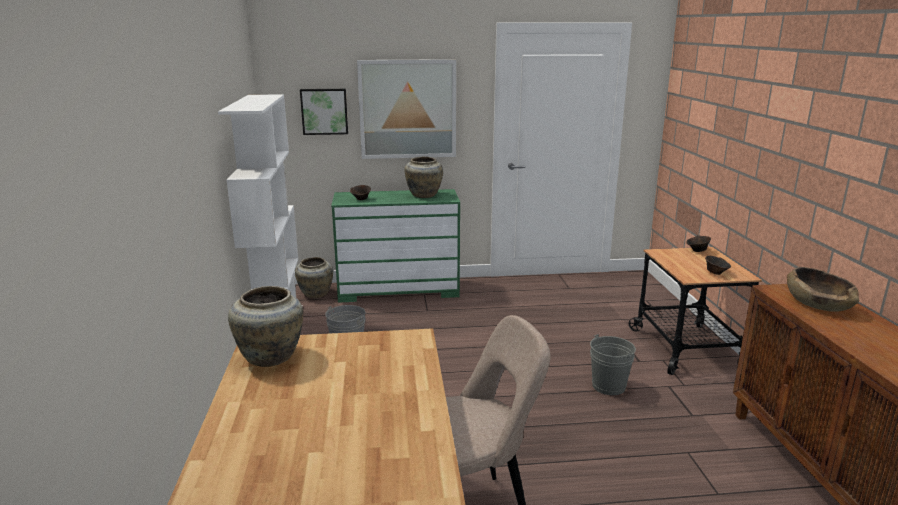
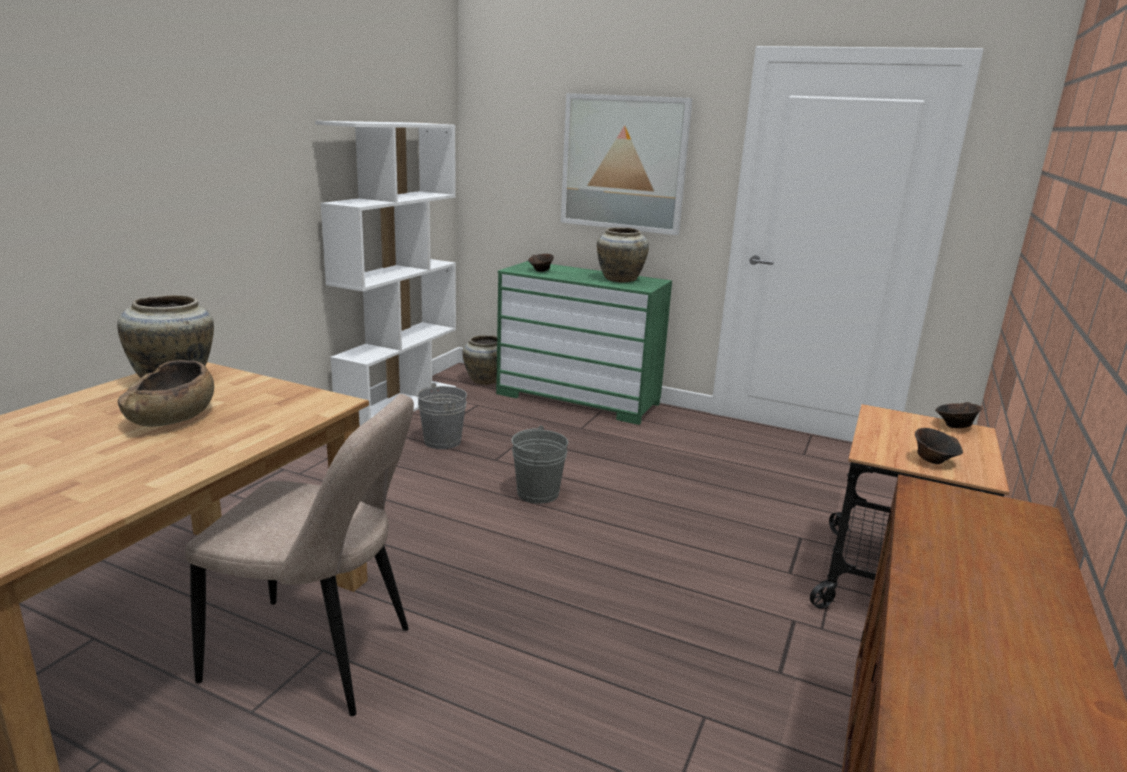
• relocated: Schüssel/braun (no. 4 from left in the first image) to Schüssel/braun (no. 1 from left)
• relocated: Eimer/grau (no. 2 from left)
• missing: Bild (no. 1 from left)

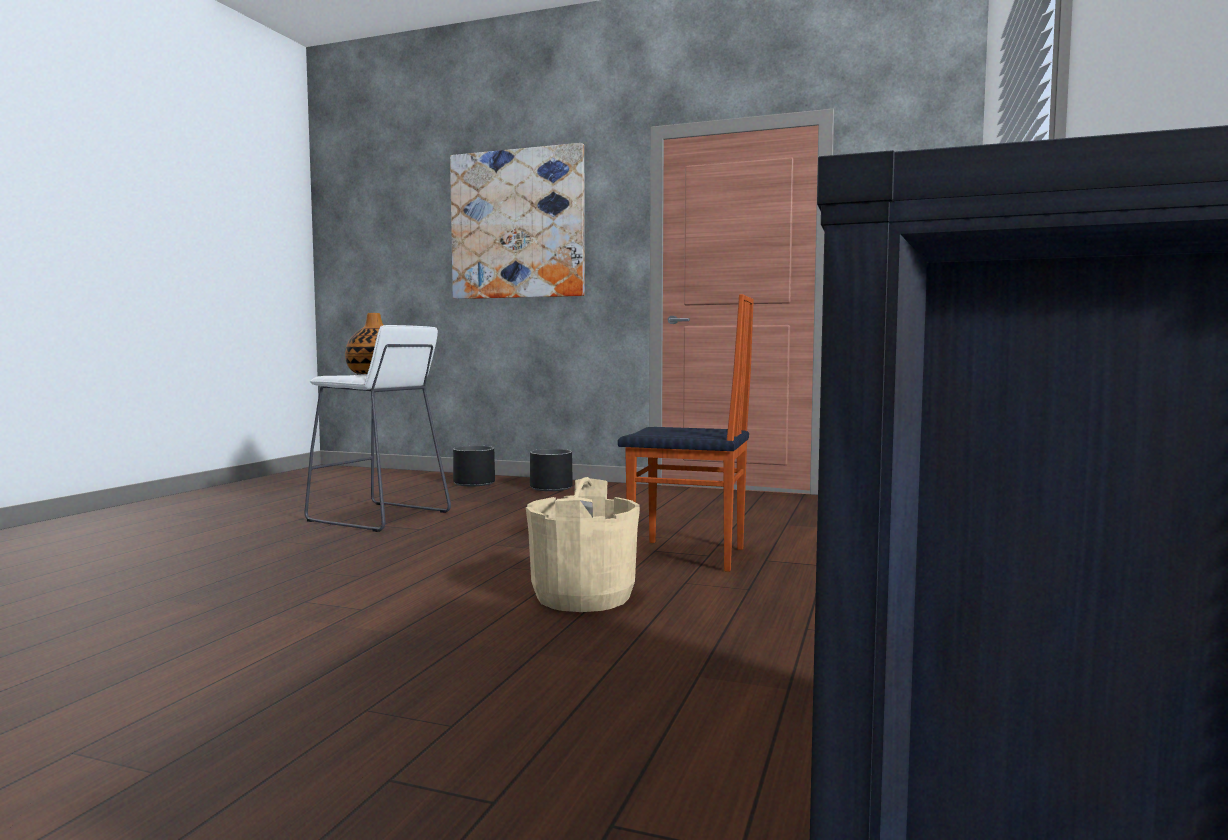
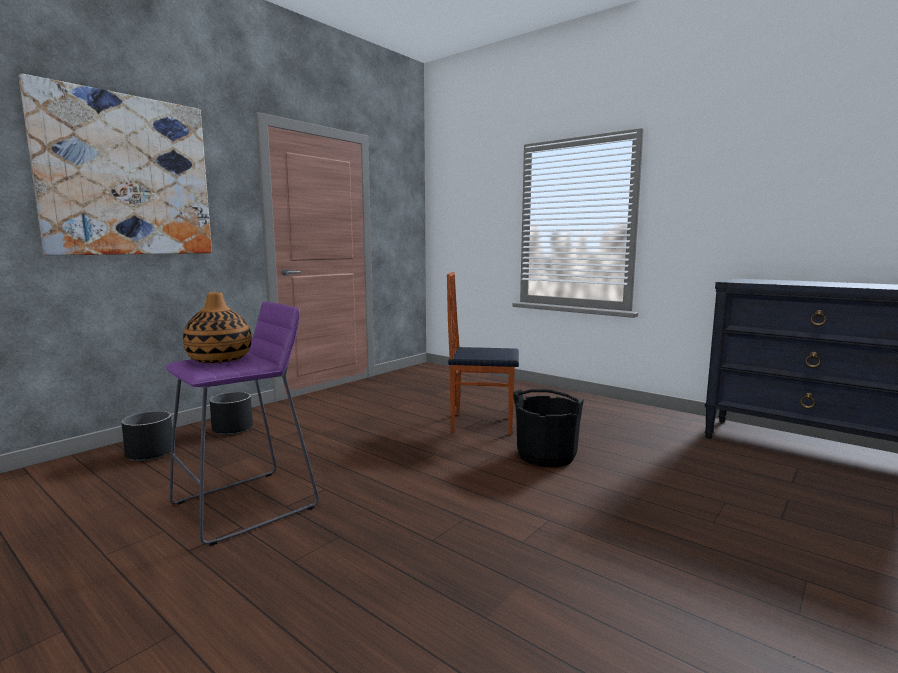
• colour: Hocker/weiß to Hocker/lila
• spun: Stuhl 120 degrees counterclockwise
• colour: Eimer/beige to Eimer/schwarz

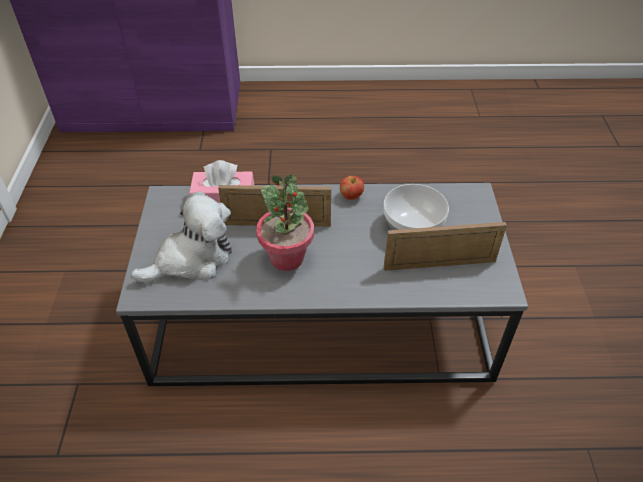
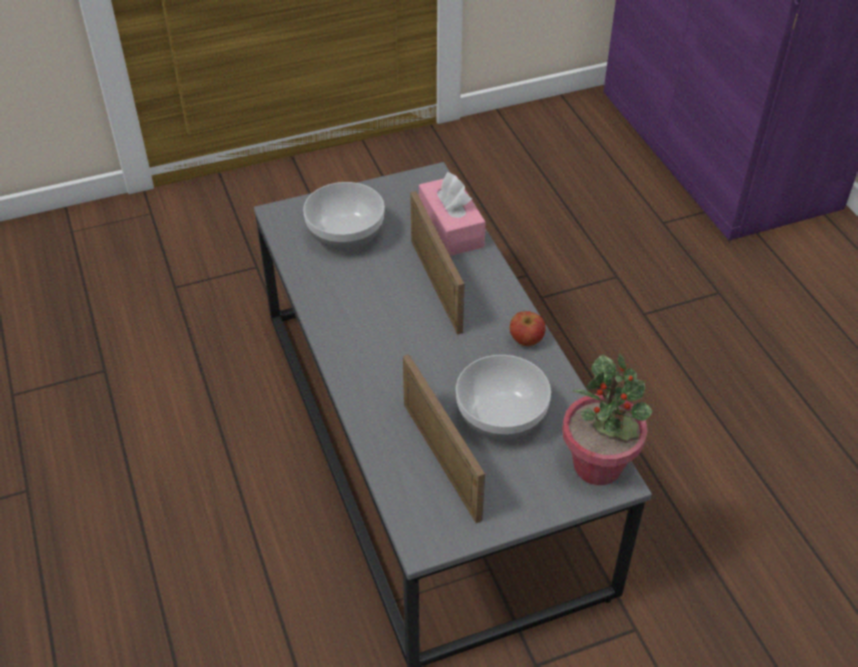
• exchanged: Plüschtier to Schüssel (no. 1 from left)
• relocated: Topfpflanze

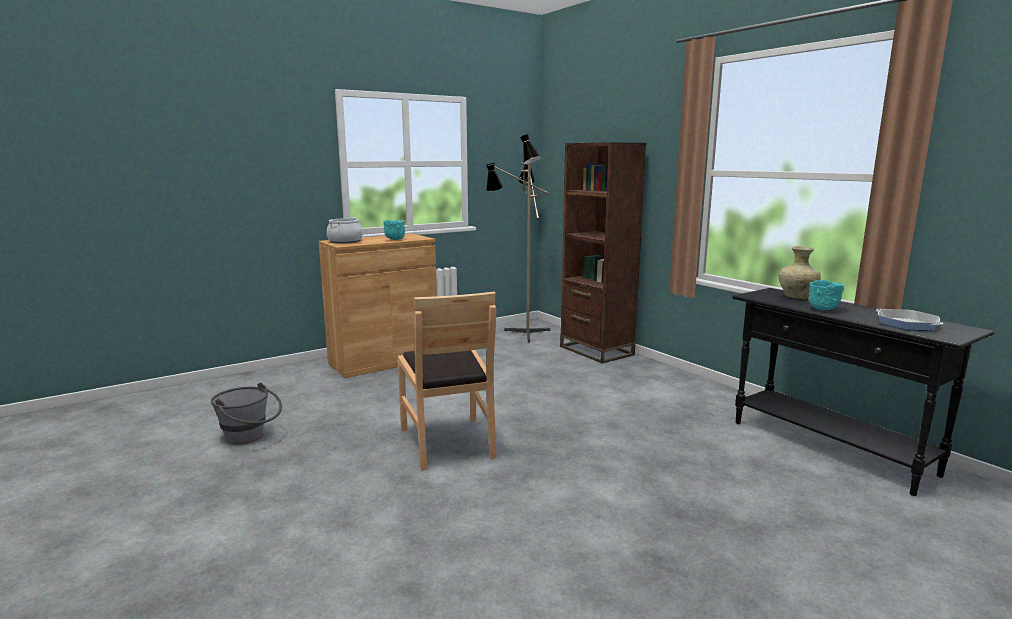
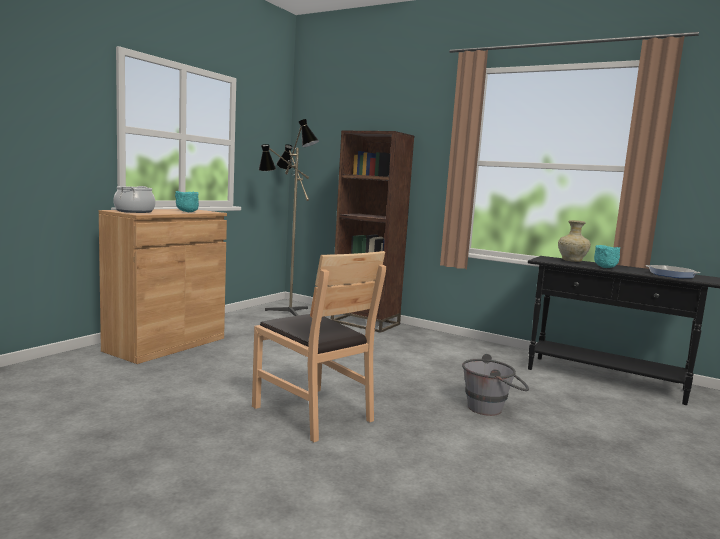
• relocated: Eimer/grau

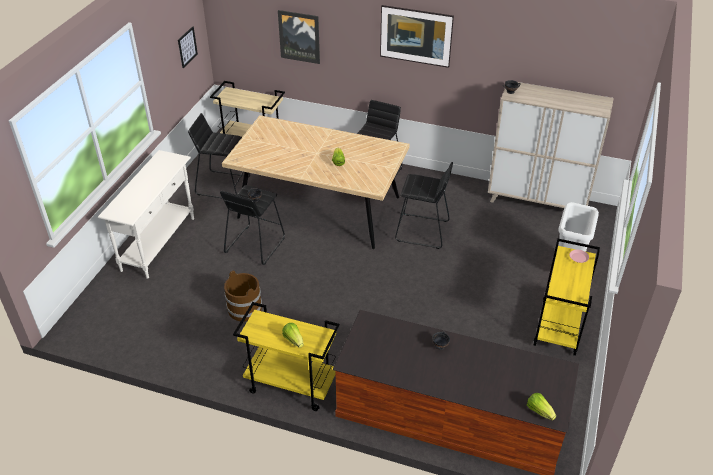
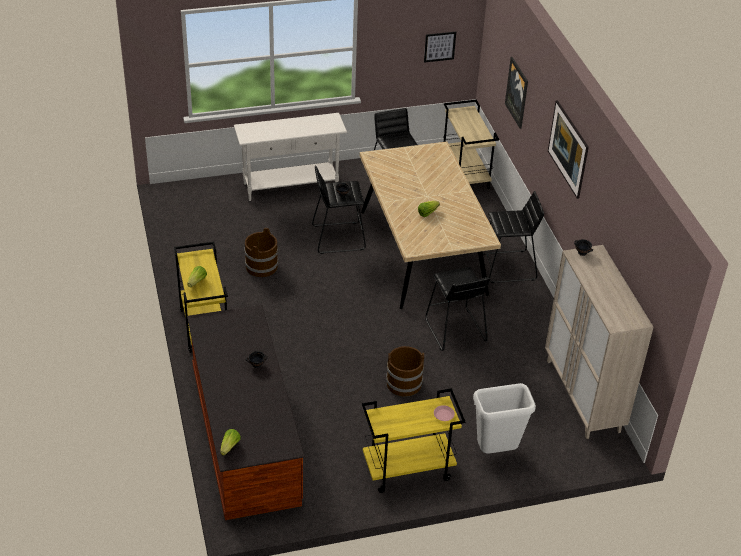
• appeared: Eimer/braun (no. 2 from left)

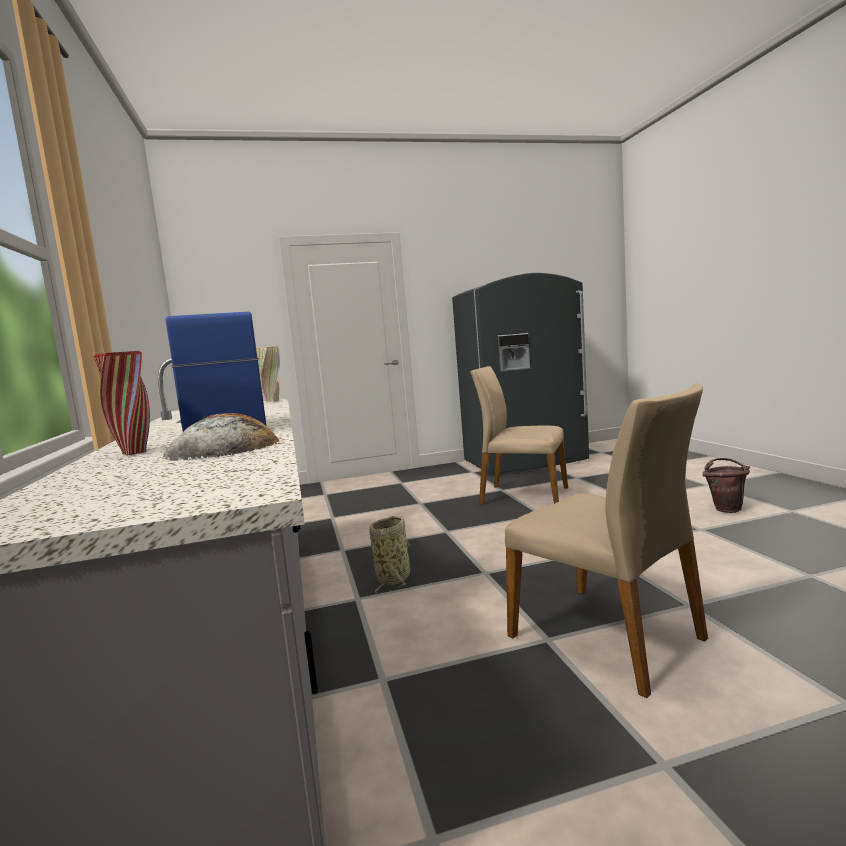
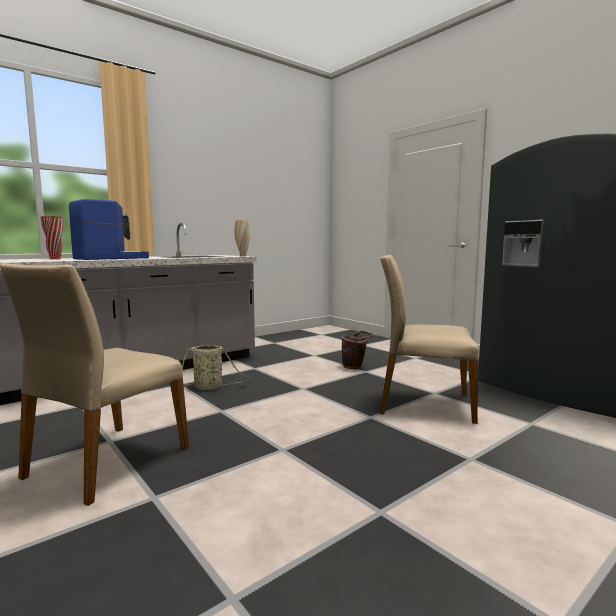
• relocated: Eimer/braun
• spun: Stuhl/beige (no. 1 from left in the first image) 75 degrees counterclockwise
• missing: Brot

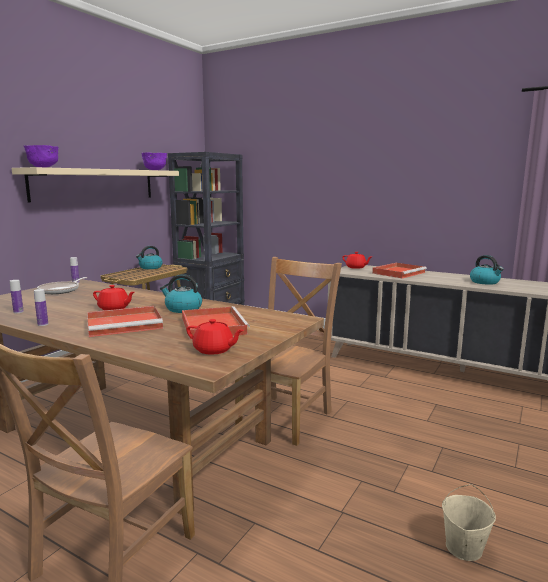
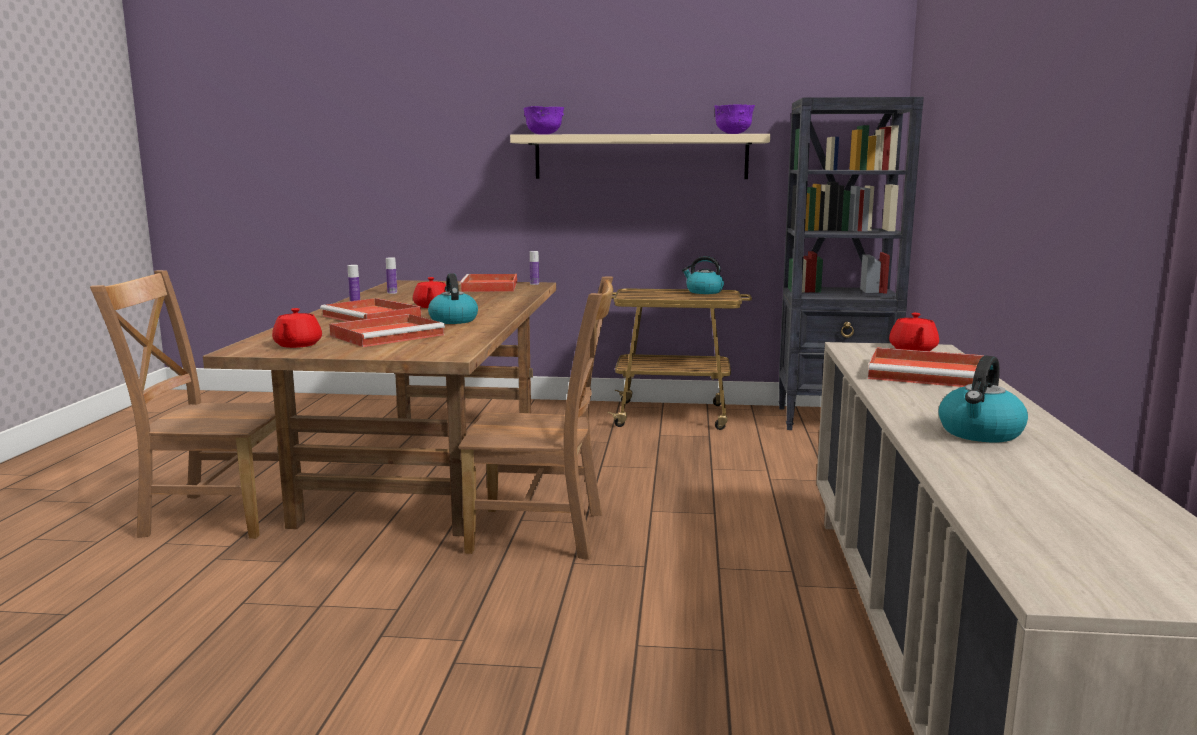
• exchanged: Pfanne to Tablett/rot (no. 3 from left)
• missing: Eimer/beige

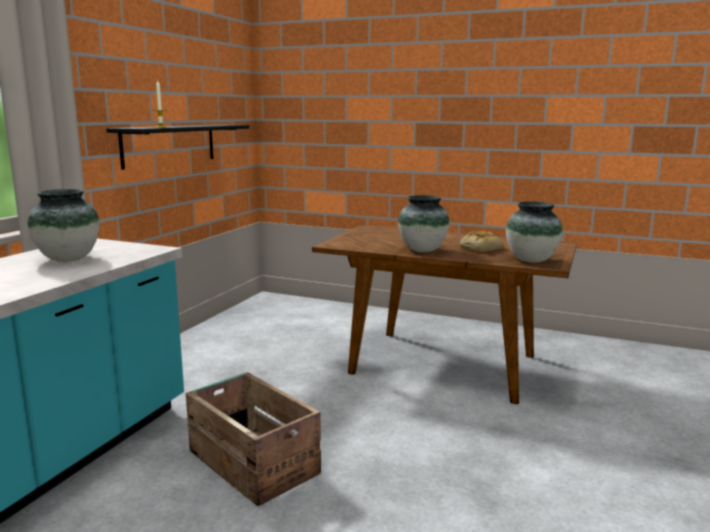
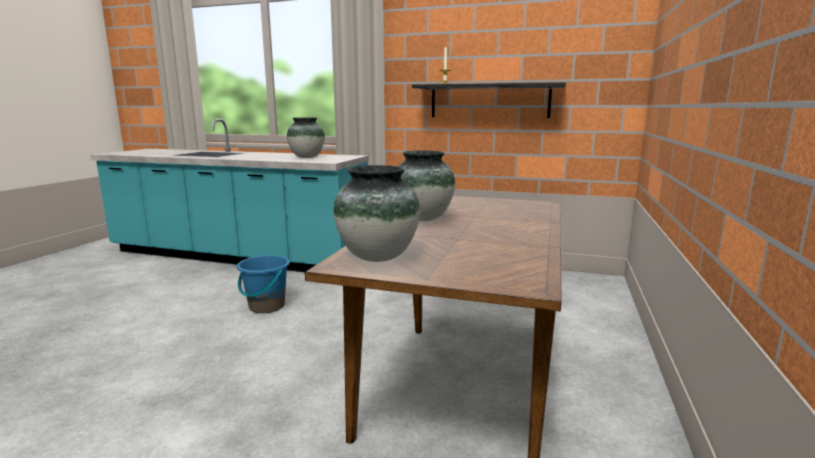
• exchanged: Kiste to Eimer/blau
• missing: Brot

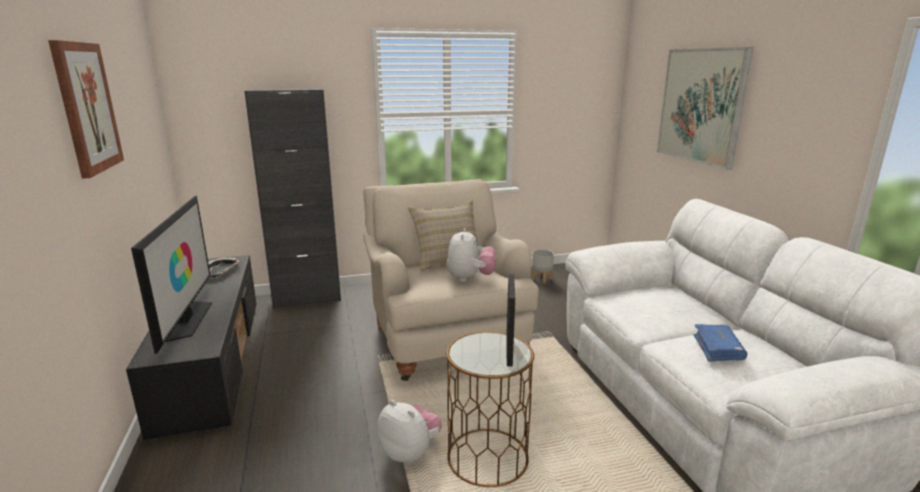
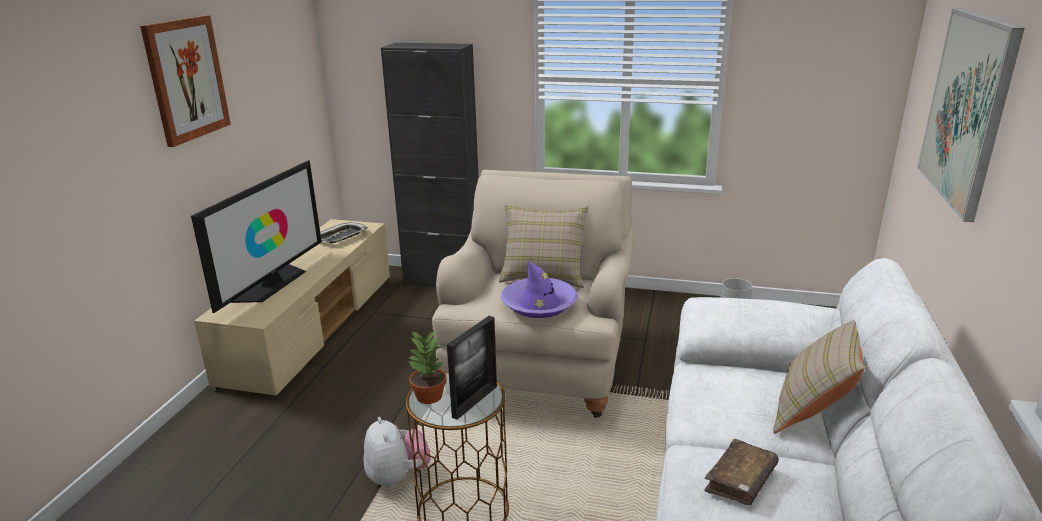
• colour: Fernsehschrank/schwarz to Fernsehschrank/beige
• appeared: Topfpflanze
• exchanged: Plüschtier (no. 2 from left) to Hut/lila
• colour: Buch/blau to Buch/braun
• appeared: Kissen/beige (no. 2 from left)

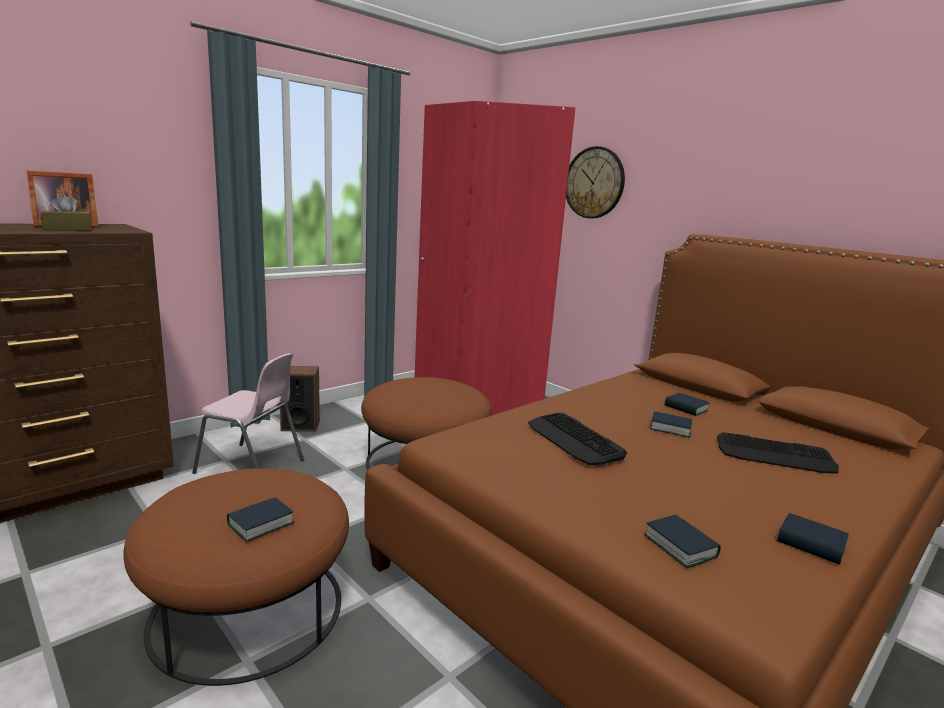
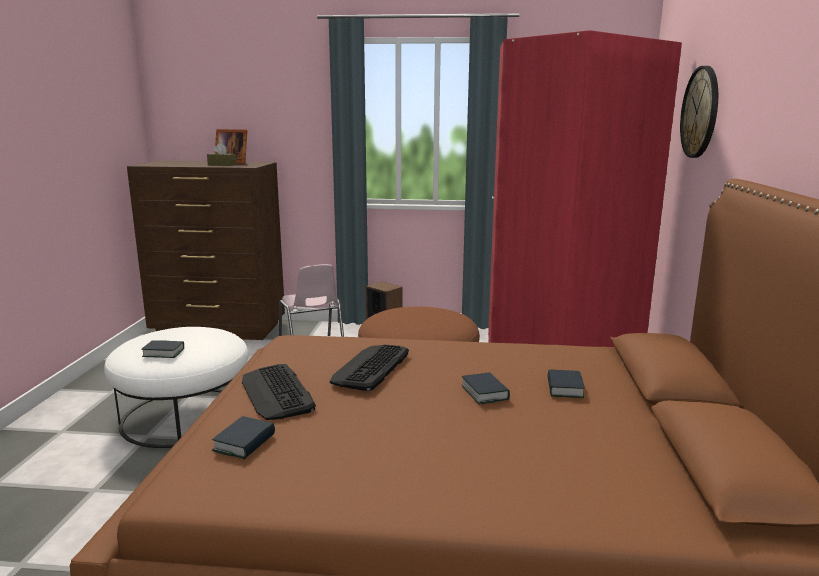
• colour: Polsterhocker/braun (no. 1 from left) to Polsterhocker/weiß
• relocated: Tastatur (no. 2 from left in the first image) to Tastatur (no. 1 from left)
• missing: Buch (no. 5 from left)

